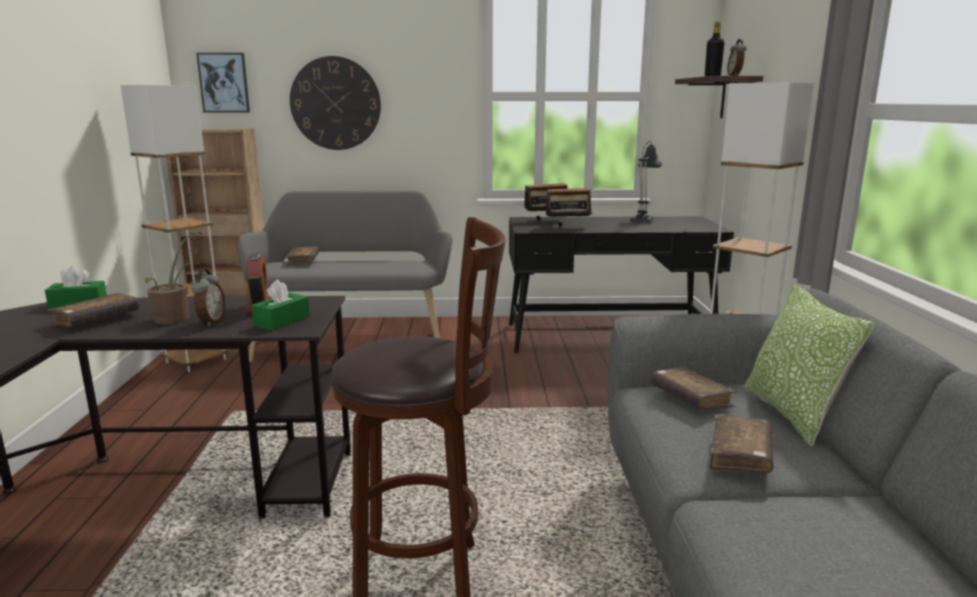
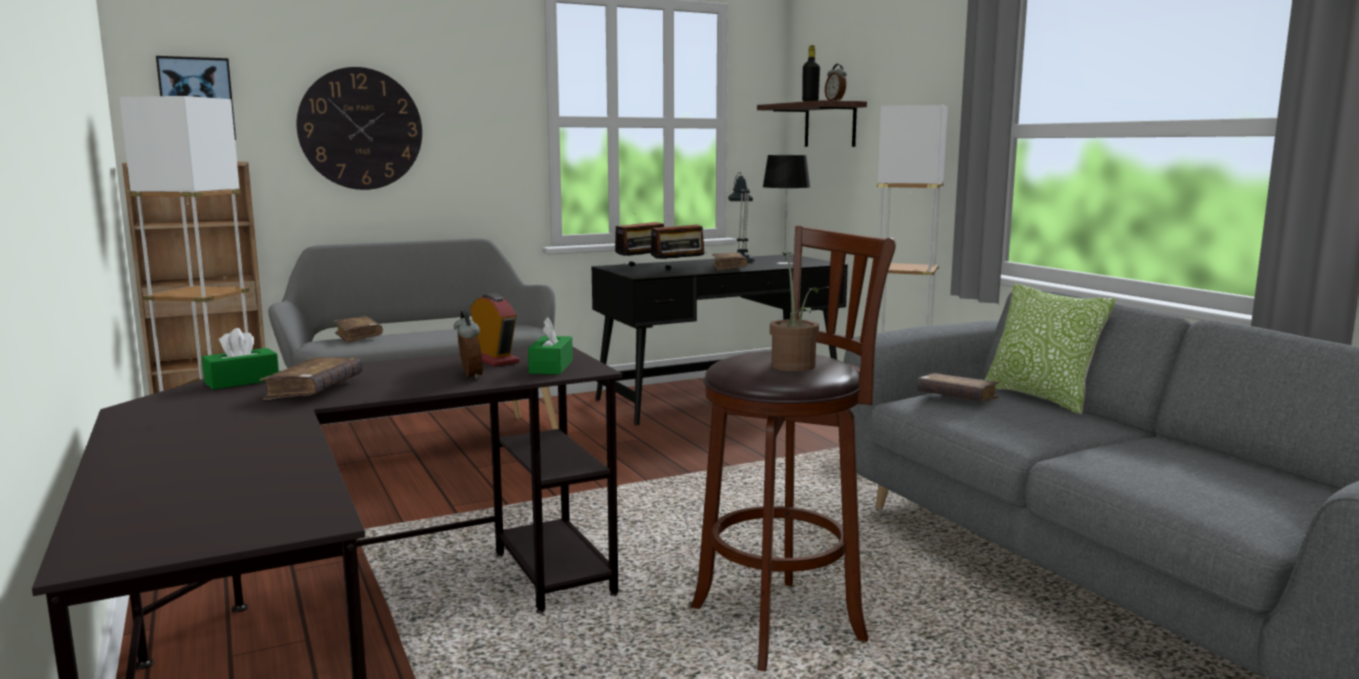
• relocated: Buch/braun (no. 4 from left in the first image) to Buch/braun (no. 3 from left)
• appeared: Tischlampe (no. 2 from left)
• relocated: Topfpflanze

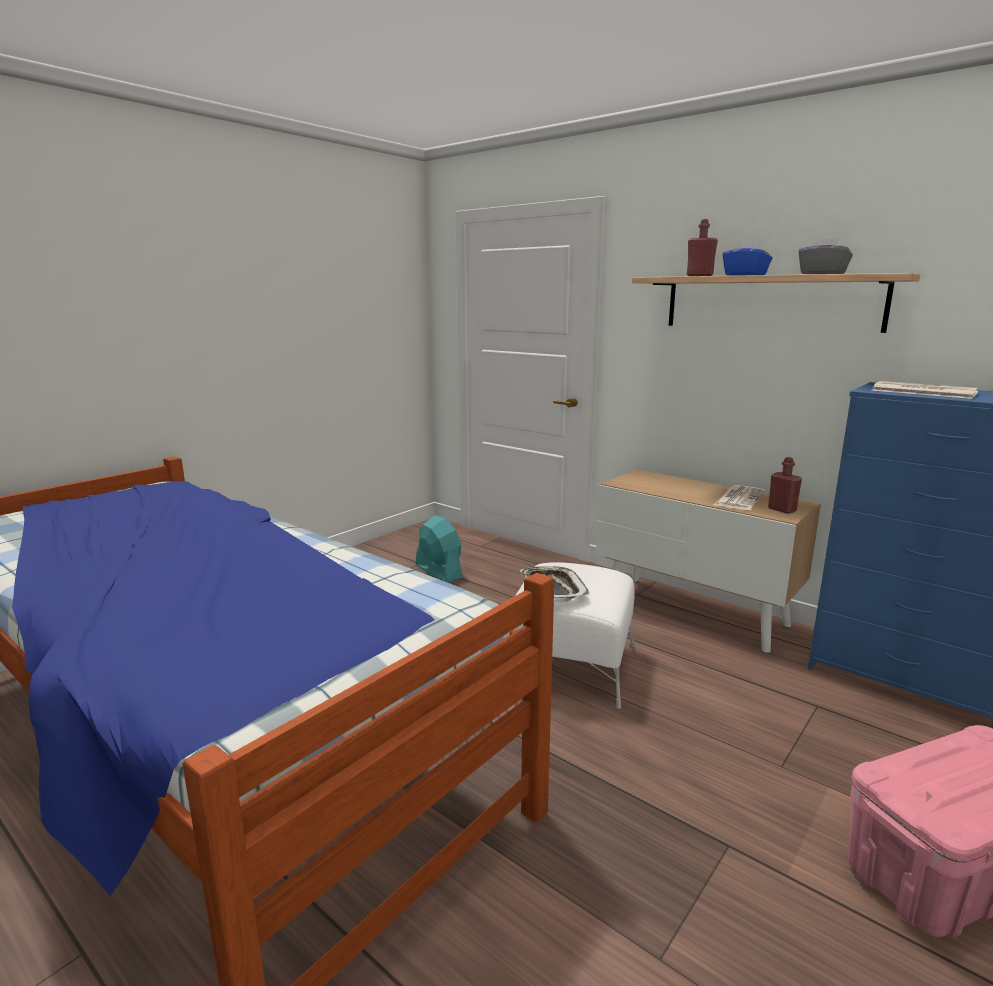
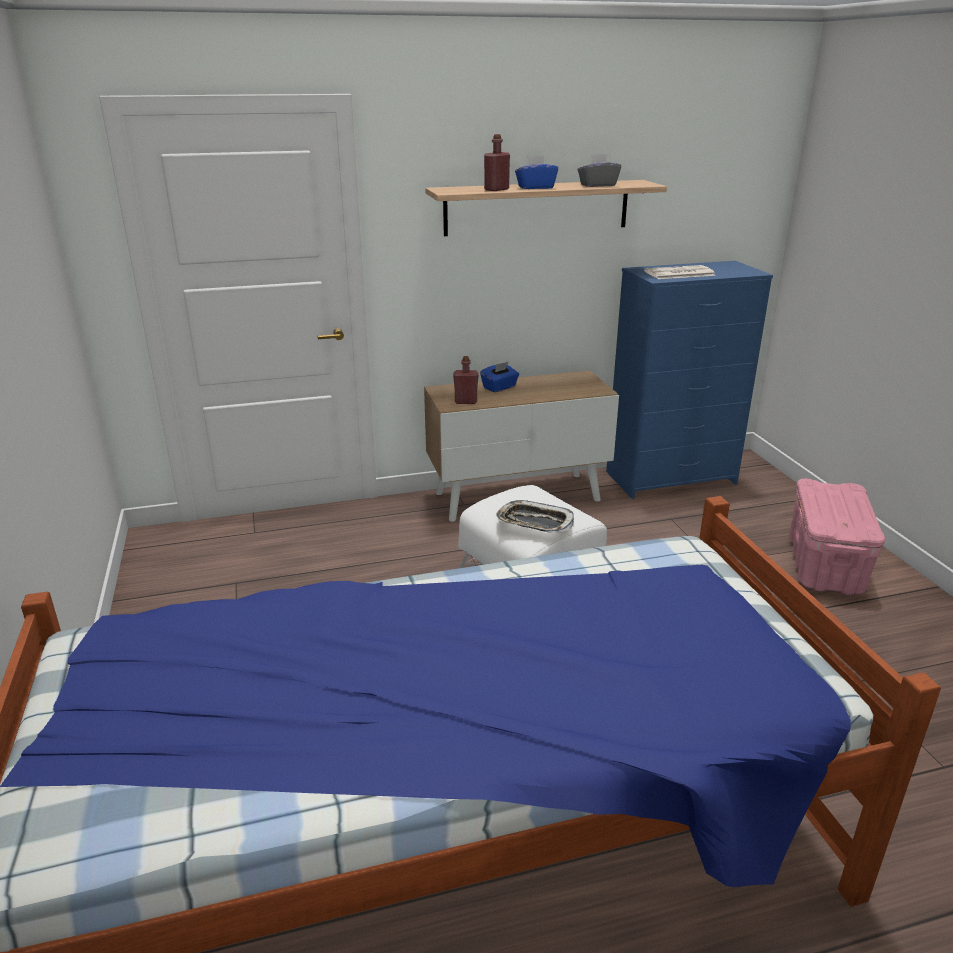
• relocated: Flasche/rot (no. 2 from left in the first image) to Flasche/rot (no. 1 from left)
• appeared: Taschentuchbox/blau (no. 1 from left)
• missing: Ventilator/türkis
• missing: Zeitung (no. 1 from left)

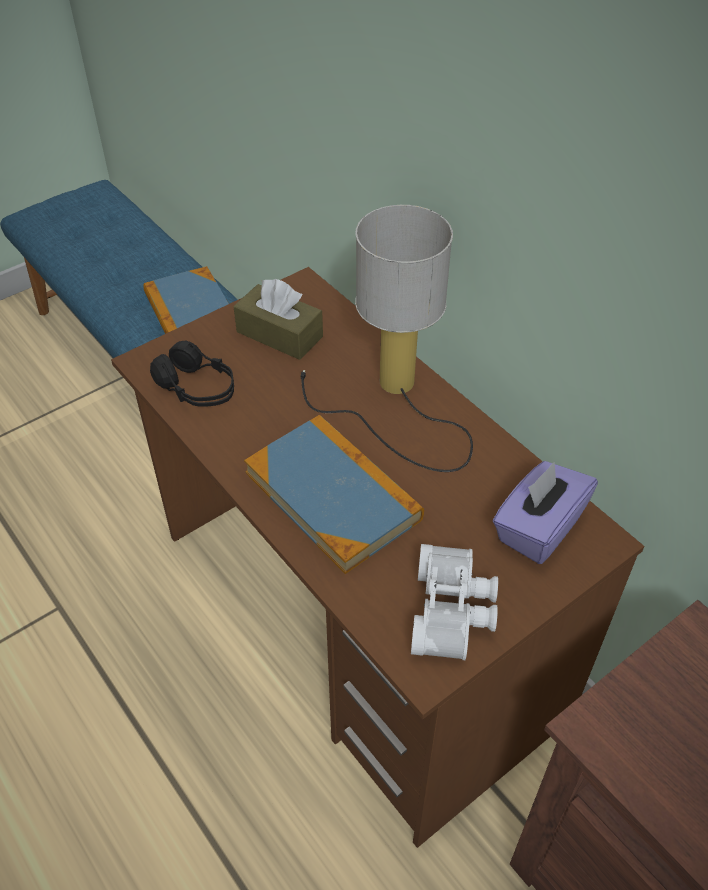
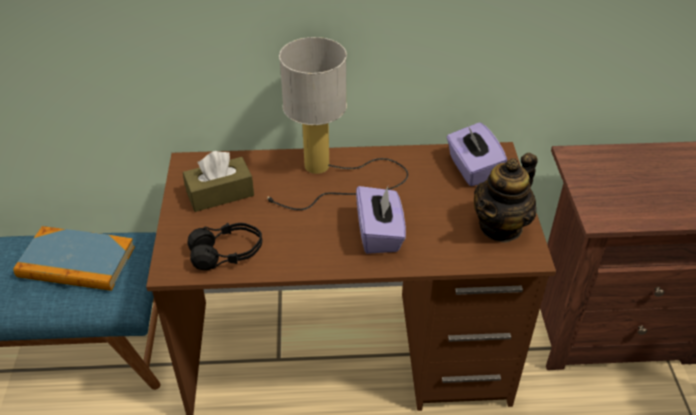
• exchanged: Buch (no. 2 from left) to Taschentuchbox/lila (no. 1 from left)
• exchanged: Fernglas/weiß to Teekanne

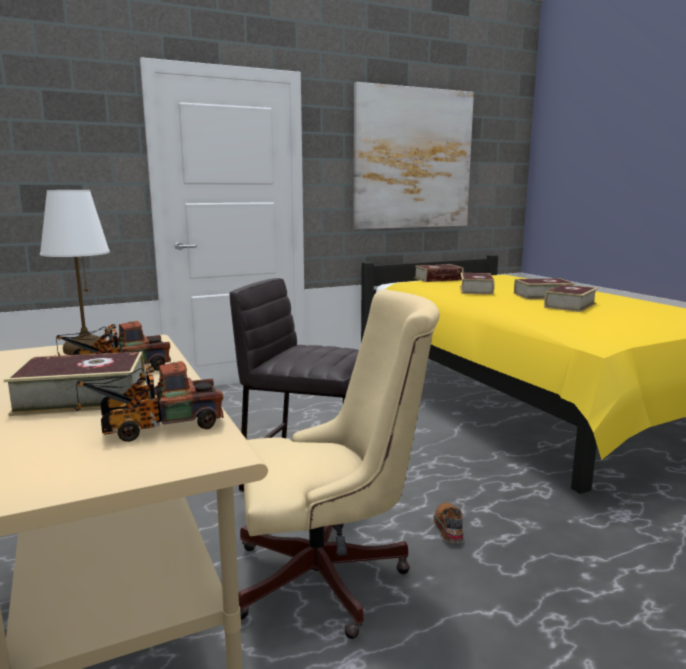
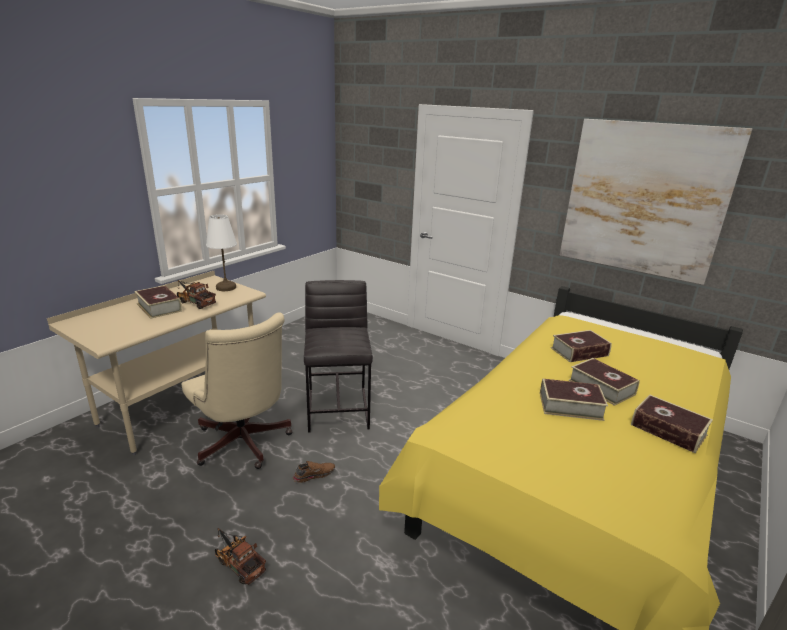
• relocated: Spielzeuglaster (no. 2 from left)
• relocated: Buch (no. 2 from left in the first image) to Buch (no. 5 from left)

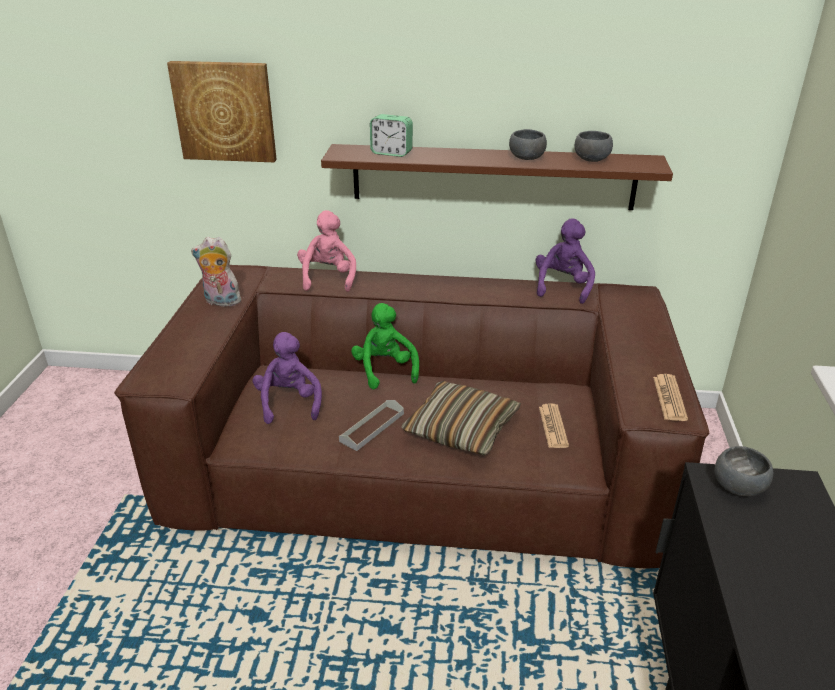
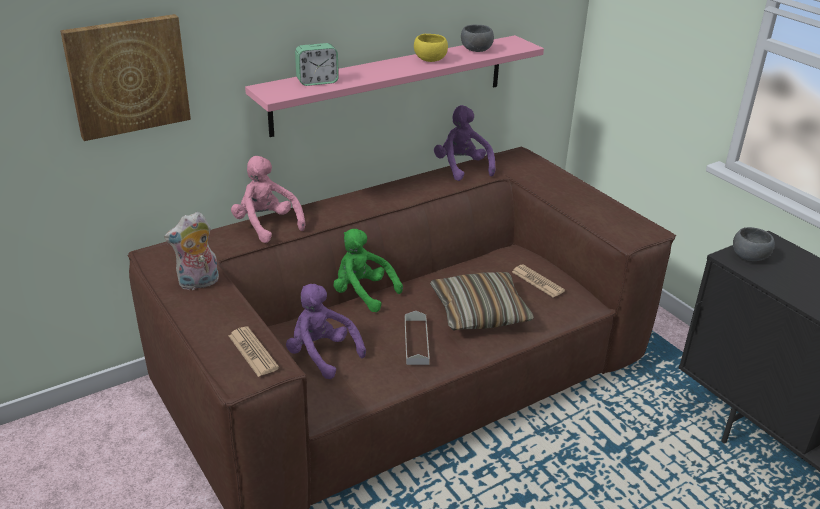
• relocated: Zeitung (no. 2 from left in the first image) to Zeitung (no. 1 from left)
• colour: Wandregal/braun to Wandregal/rosa
• colour: Schüssel/grau (no. 1 from left) to Schüssel/gelb

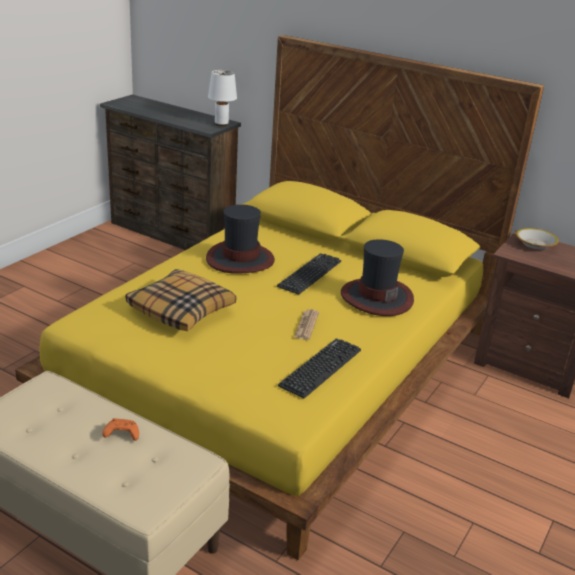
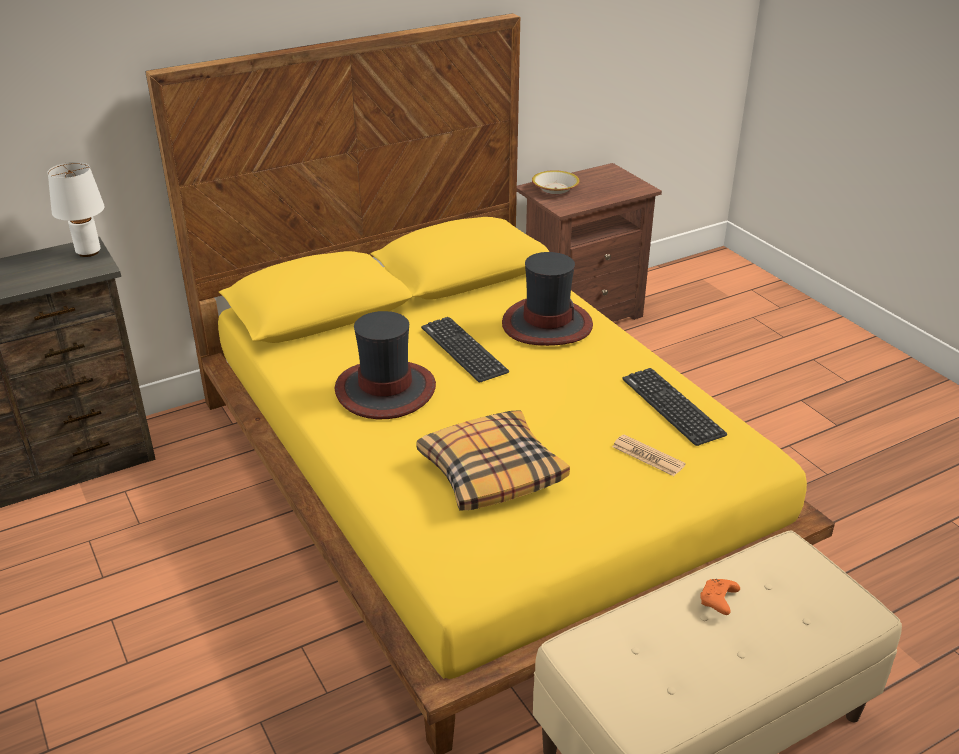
• relocated: Zeitung

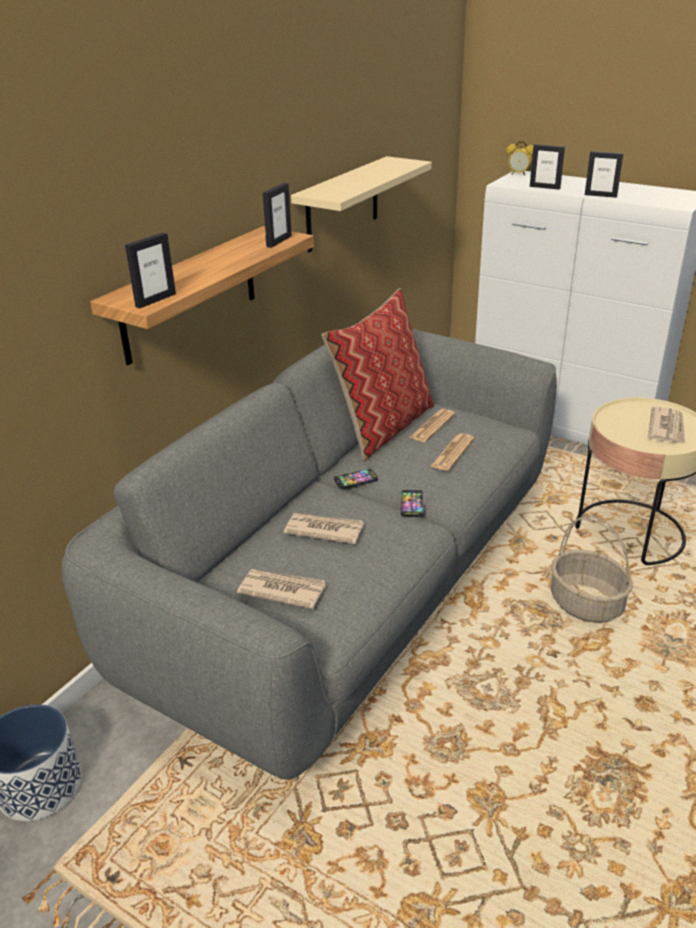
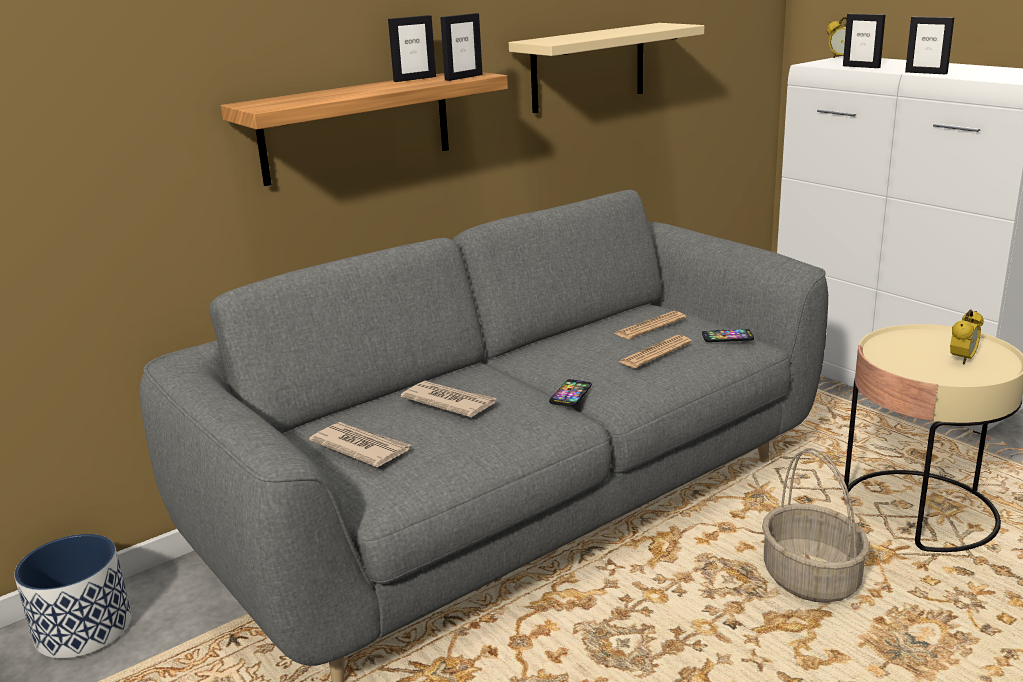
• relocated: Bilderrahmen (no. 1 from left)
• relocated: Handy (no. 1 from left in the first image) to Handy (no. 2 from left)
• exchanged: Zeitung (no. 5 from left) to Wecker (no. 2 from left)
• missing: Kissen

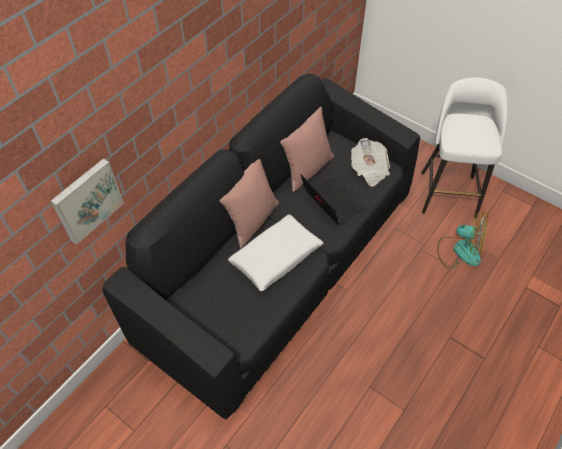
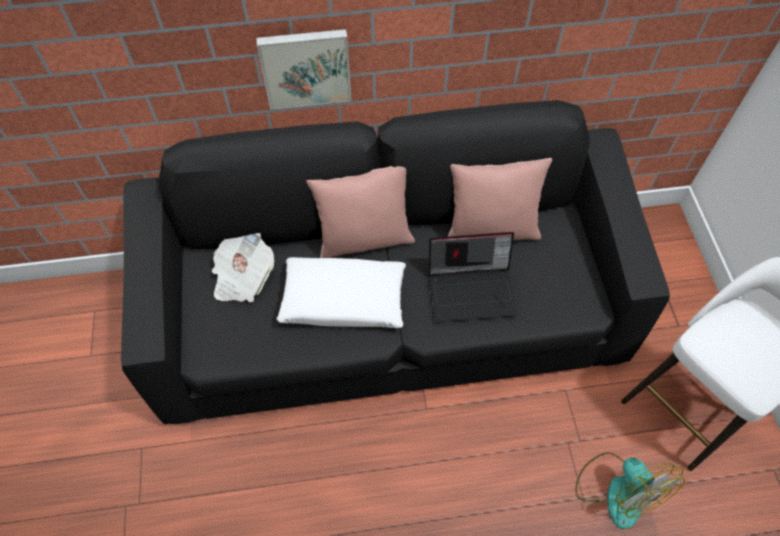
• relocated: Zeitung
• relocated: Bild
• spun: Laptop 75 degrees clockwise

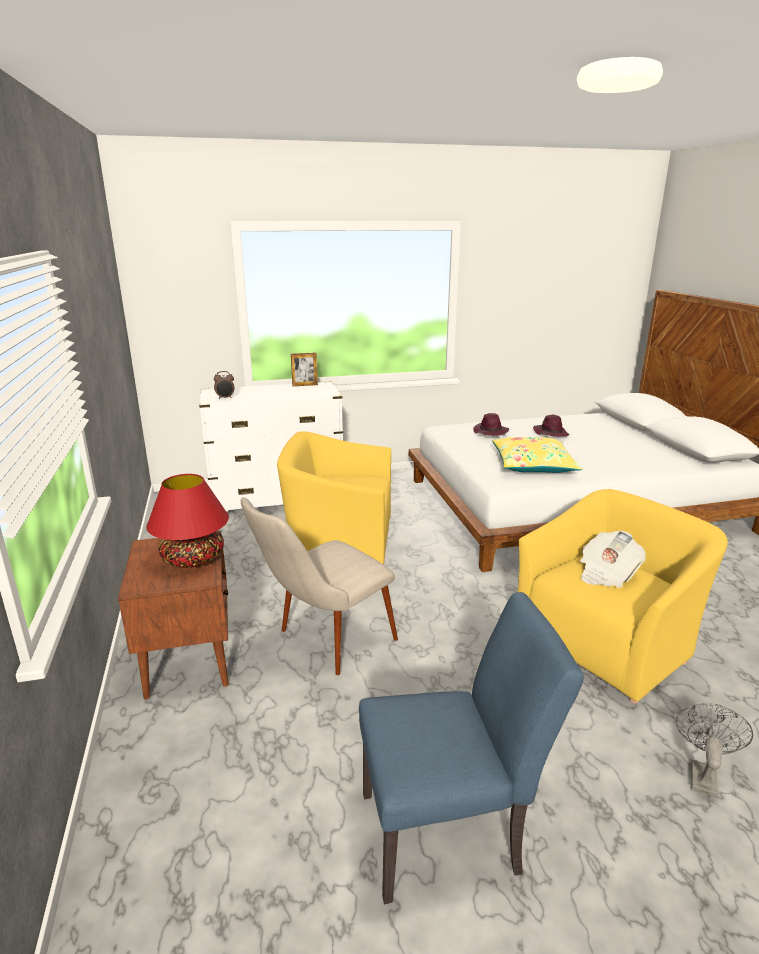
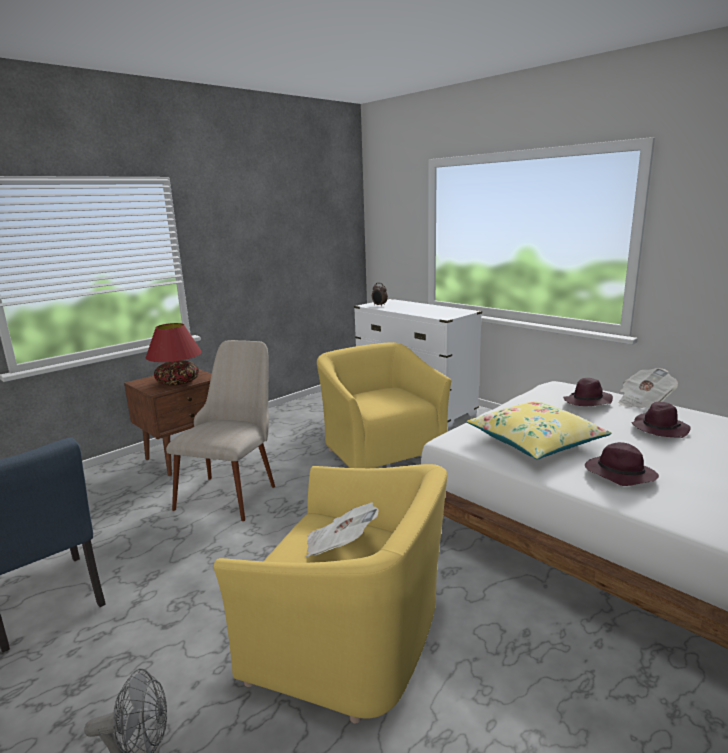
• spun: Stuhl/beige 90 degrees clockwise
• appeared: Hut/lila (no. 2 from left)
• appeared: Zeitung (no. 2 from left)
• missing: Bilderrahmen

